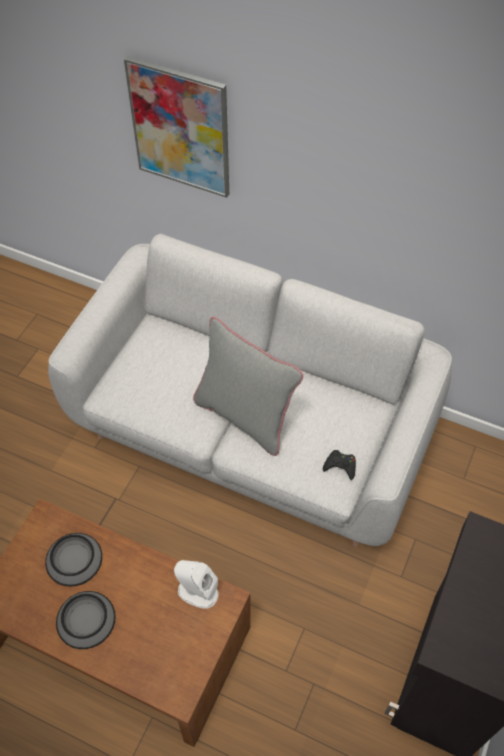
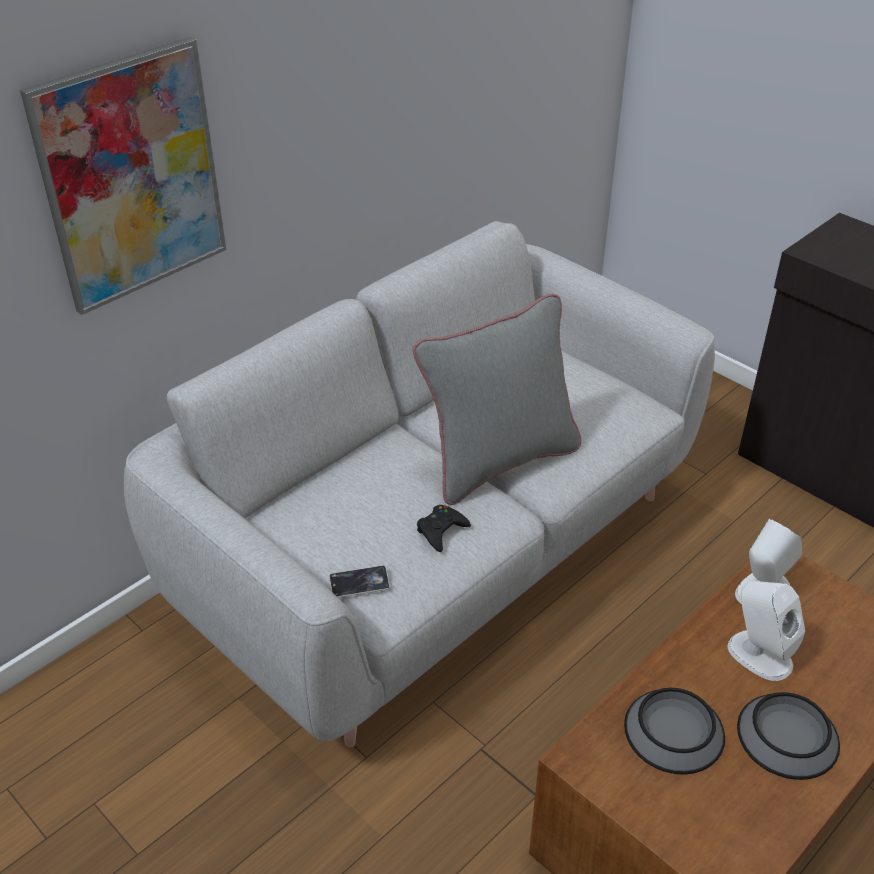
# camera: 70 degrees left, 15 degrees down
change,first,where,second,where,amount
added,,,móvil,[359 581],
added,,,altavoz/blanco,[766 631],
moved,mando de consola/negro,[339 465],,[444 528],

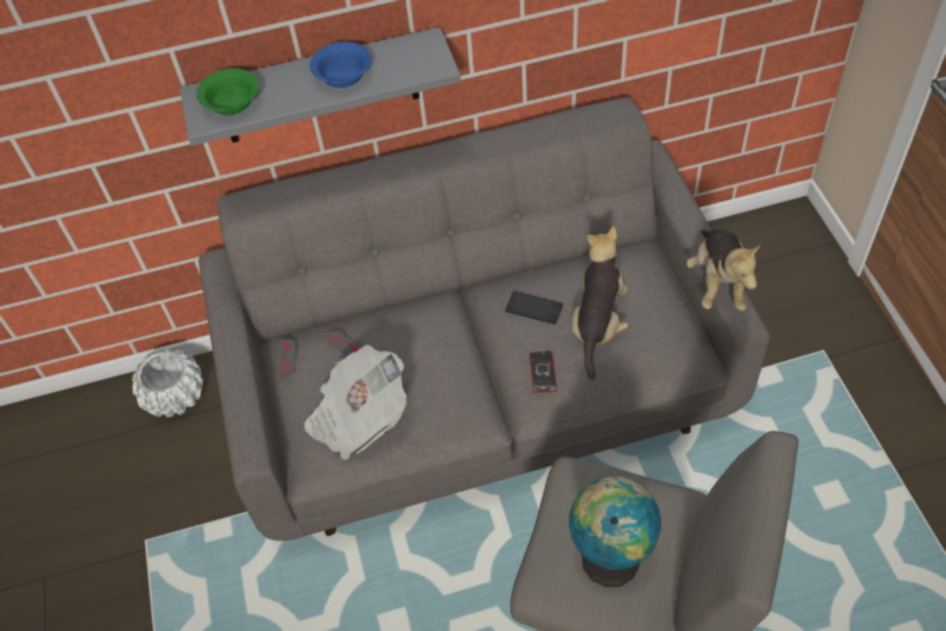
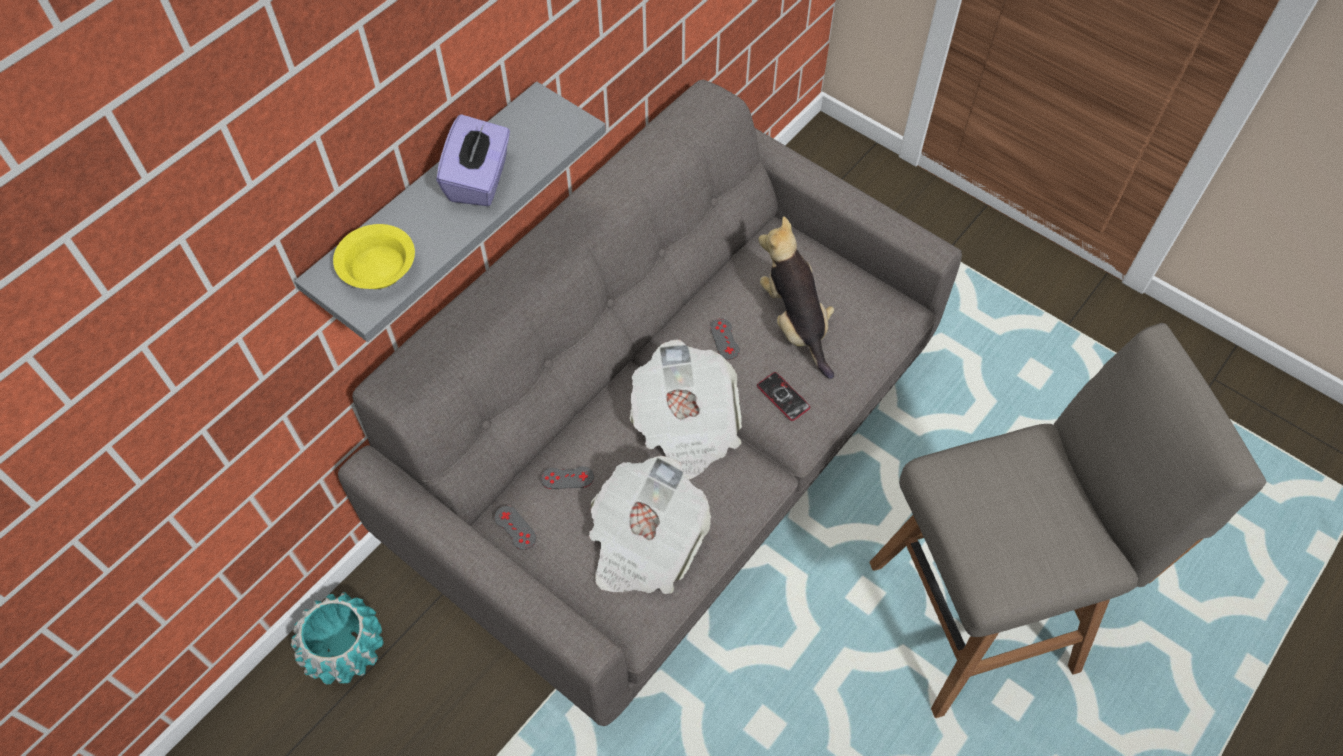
# camera: 40 degrees left, 5 degrees up
change,first,where,second,where,amount
removed,globo terráqueo,[615 532],,,
removed,peluche,[723 270],,,
added,,,periódico,[686 409],
replaced,cuenco/azul,[340 65],caja de pañuelos/morado,[473 160],
replaced,móvil,[534 307],mando de consola/gris,[725 339],
recoloured,maceta/blanco,[167 383],maceta/turquesa,[337 638],
recoloured,cuenco/verde,[227 91],cuenco/amarillo,[374 256],

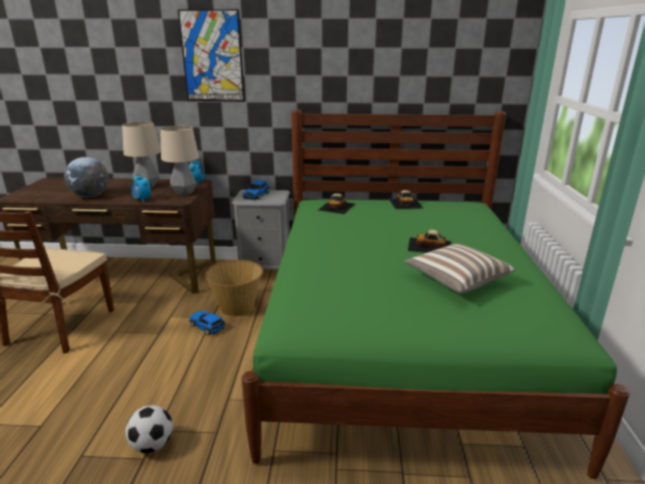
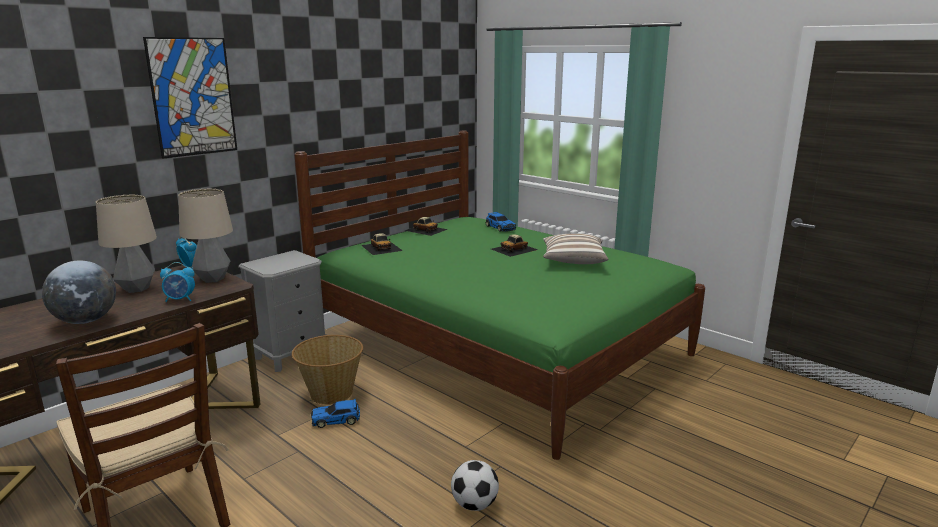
# camera: 50 degrees left, 5 degrees down
change,first,where,second,where,amount
moved,coche de juguete,[256 190],,[501 222],

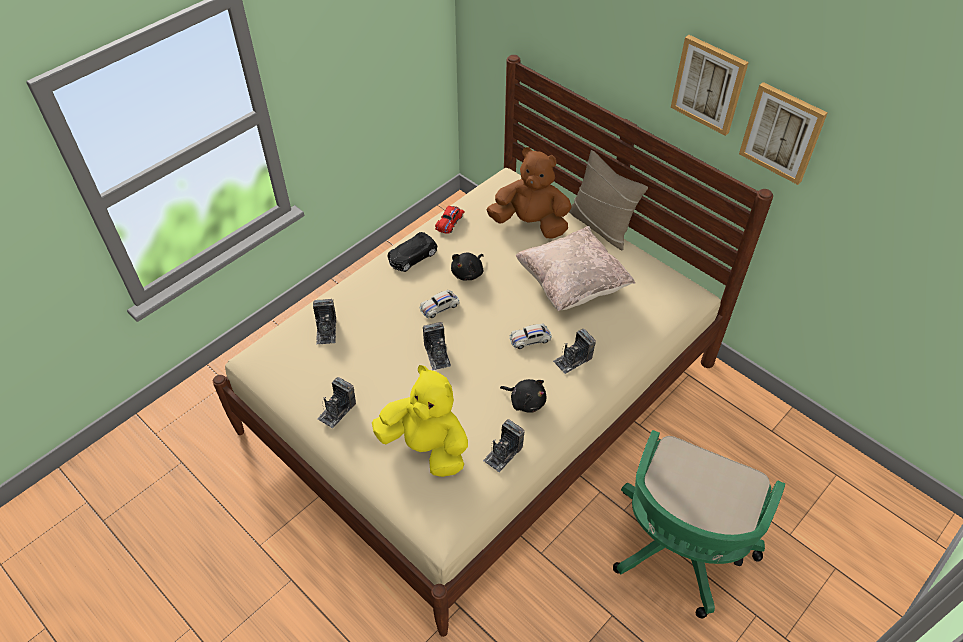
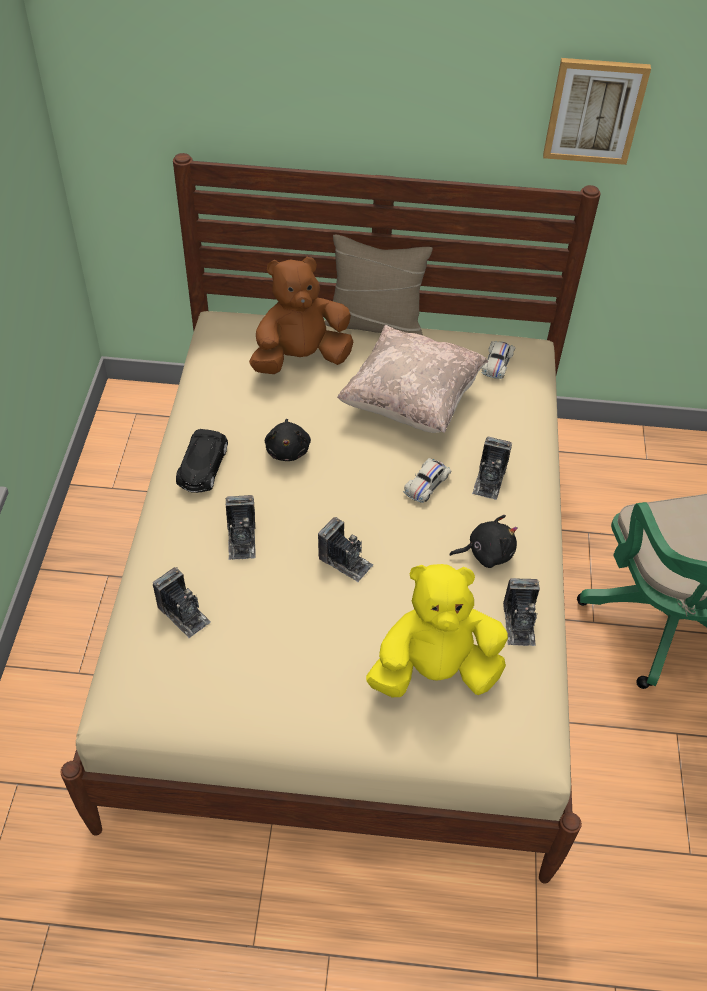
# camera: 40 degrees left, 0 degrees up
change,first,where,second,where,amount
removed,coche de juguete/rojo,[449 220],,,
removed,cuadro,[710 85],,,
moved,cámara,[336 402],,[241 527],
moved,coche de juguete/blanco,[439 304],,[498 360],

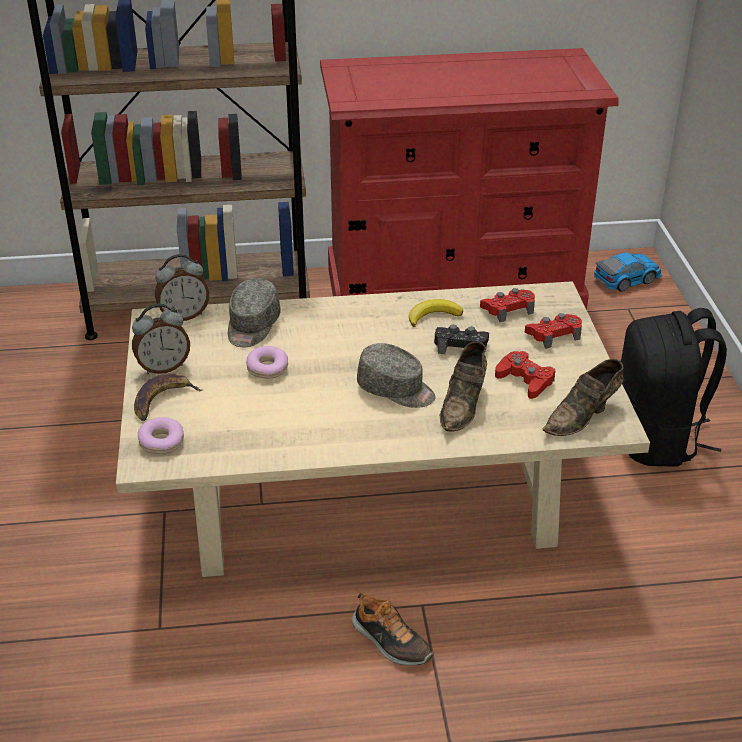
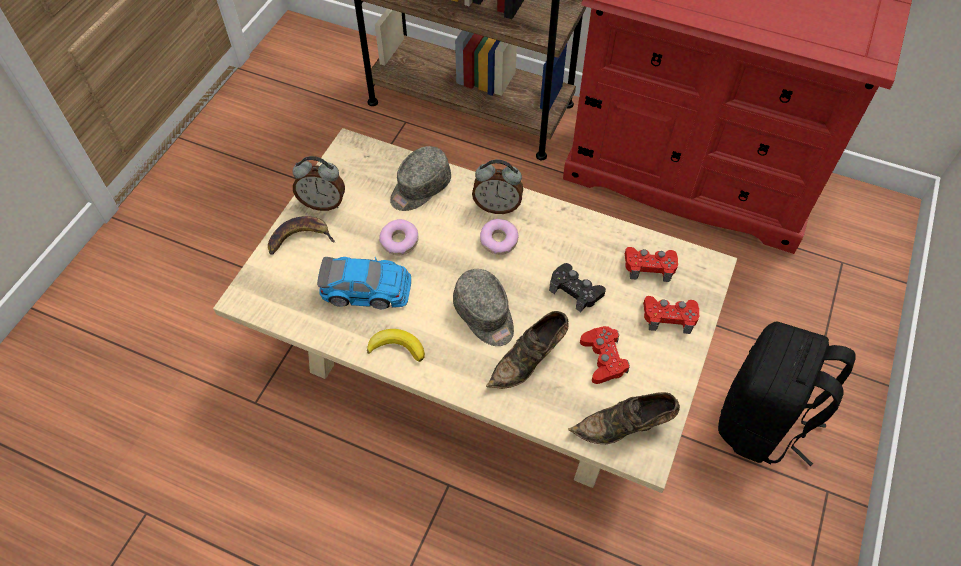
# camera: 30 degrees right, 20 degrees up
change,first,where,second,where,amount
removed,zapato,[392 629],,,
moved,rosquilla,[161 435],,[499 237],
moved,despertador,[182 287],,[497 187],
moved,plátano,[436 313],,[396 345],
moved,coche de juguete,[628 271],,[364 283],

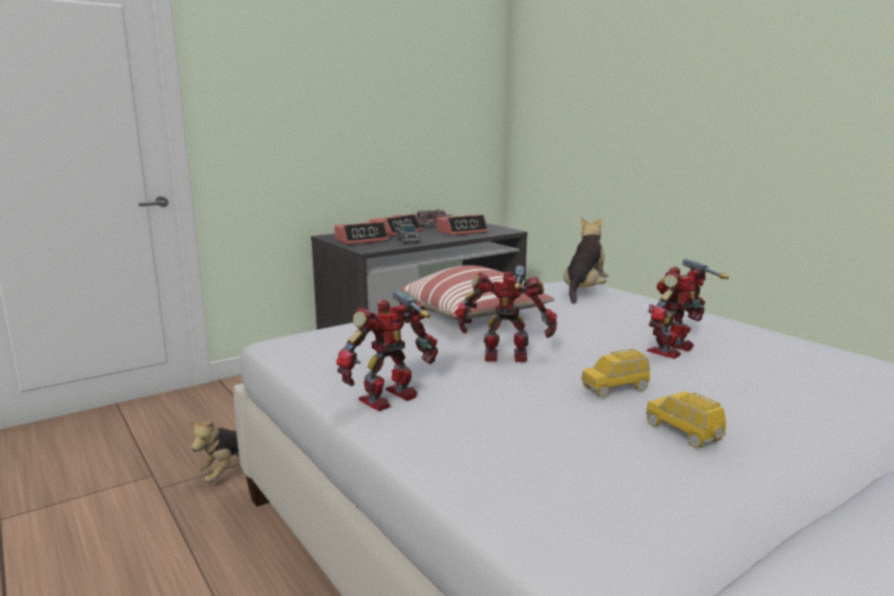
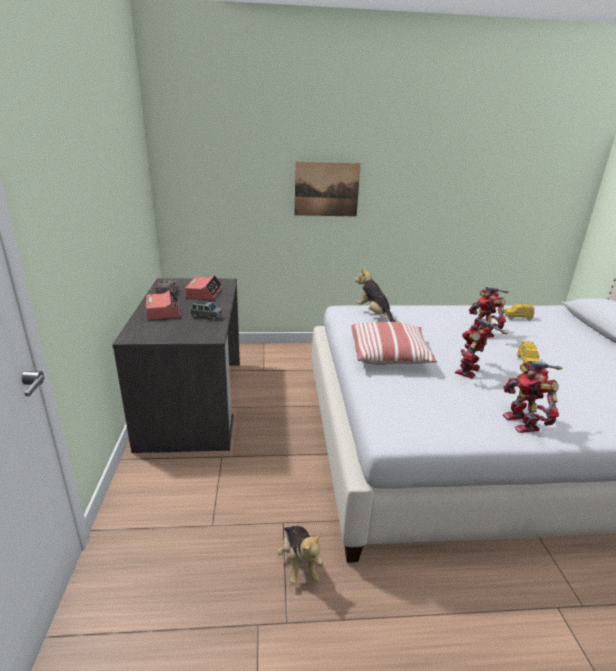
# camera: 60 degrees left, 10 degrees up
change,first,where,second,where,amount
removed,despertador,[361 233],,,
added,,,cuadro,[327 189],
moved,coche de juguete/amarillo,[686 419],,[519 312],

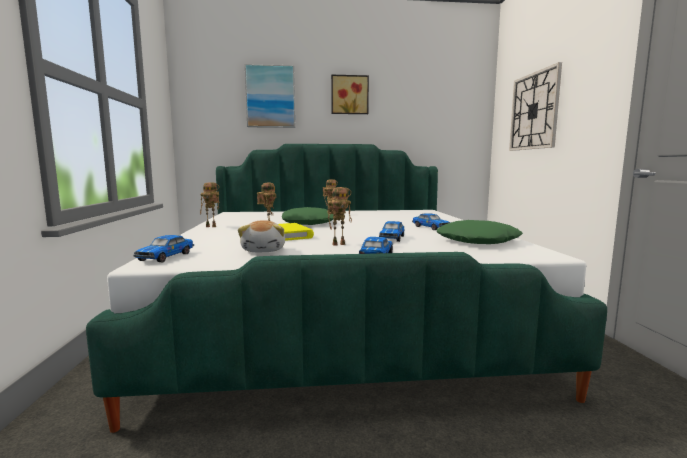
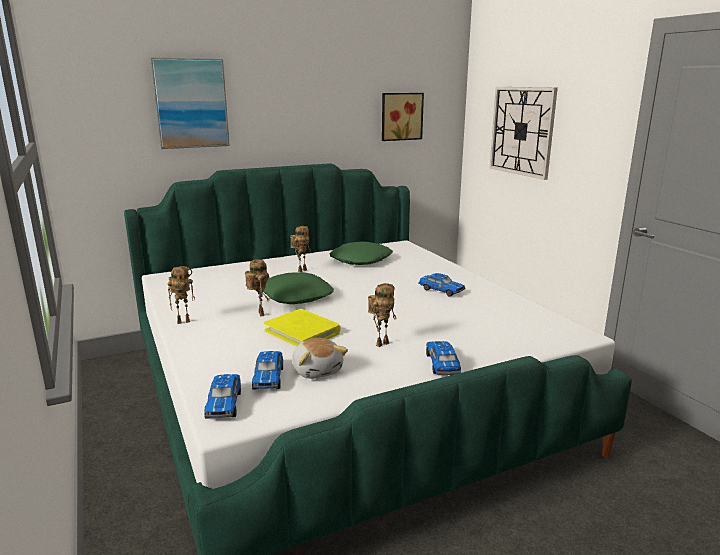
# camera: 20 degrees left, 10 degrees up
change,first,where,second,where,amount
moved,cuadro,[350 94],,[403 117],
moved,coche de juguete,[391 231],,[267 370],
moved,cojín/verde,[479 232],,[361 253],

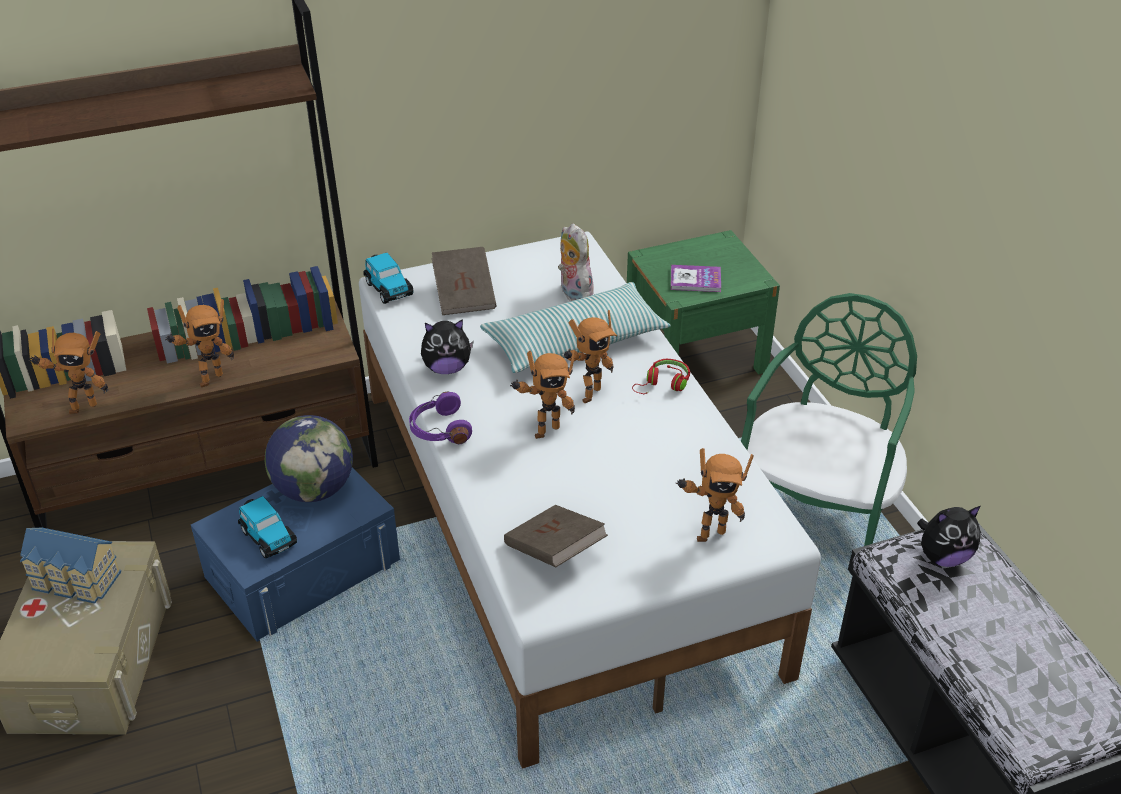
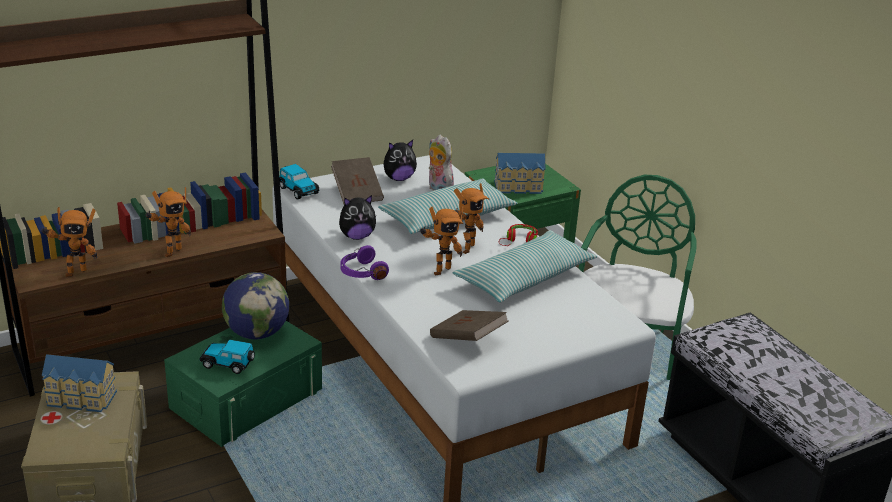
# camera: 10 degrees left, 10 degrees down
change,first,where,second,where,amount
removed,robot de juguete,[715 495],,,
added,,,cojín,[525 266],
moved,peluche,[949 536],,[400 160],
replaced,libro,[696 278],casita,[520 173],
recoloured,caja de almacenaje/azul,[295 555],caja de almacenaje/verde,[243 384],
turned,coche de juguete,[267 527],,[227 357],150 degrees clockwise

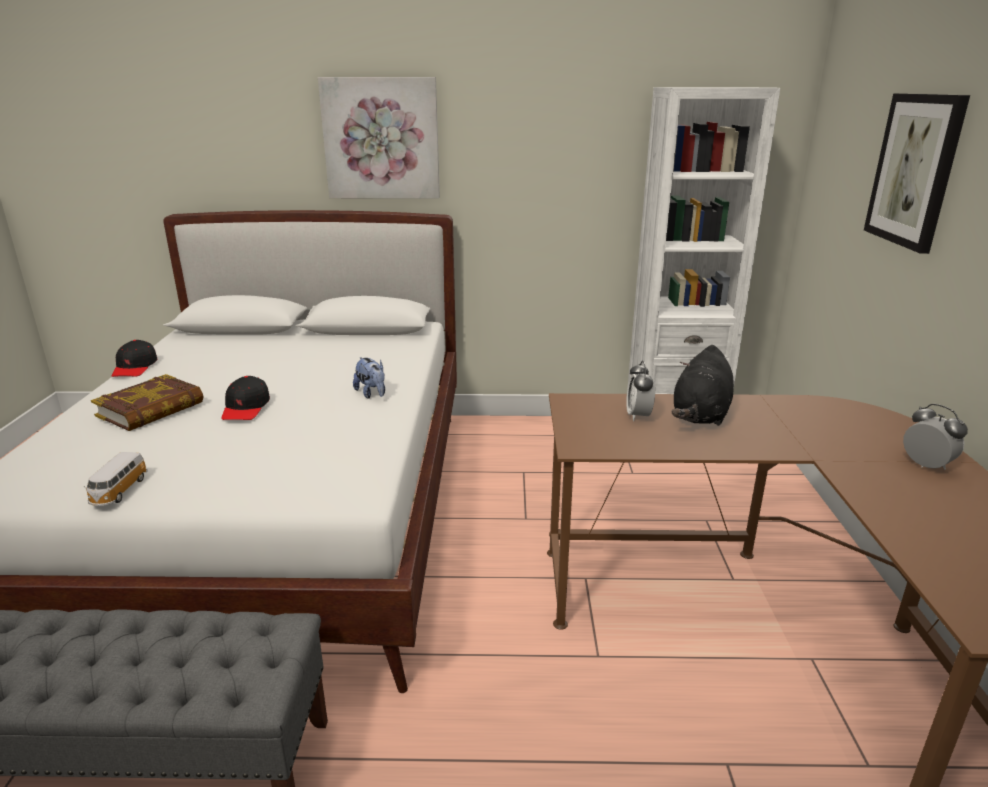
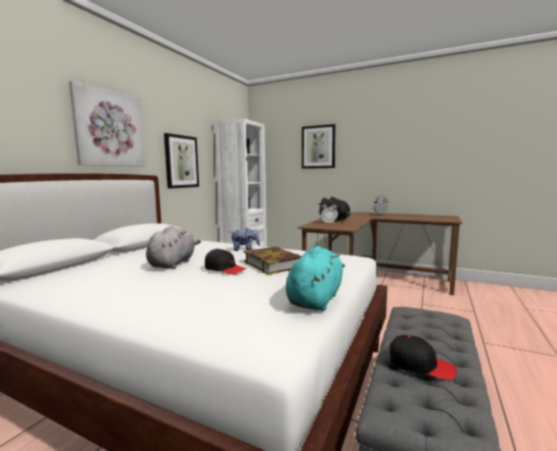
# camera: 65 degrees left, 15 degrees down
change,first,where,second,where,amount
added,,,peluche/gris,[173 247],
added,,,cuadro,[181 161],
moved,libro,[147 402],,[272 261],
moved,gorra/negro,[134 358],,[423 357],
replaced,coche de juguete,[116 479],peluche/turquesa,[315 278],

